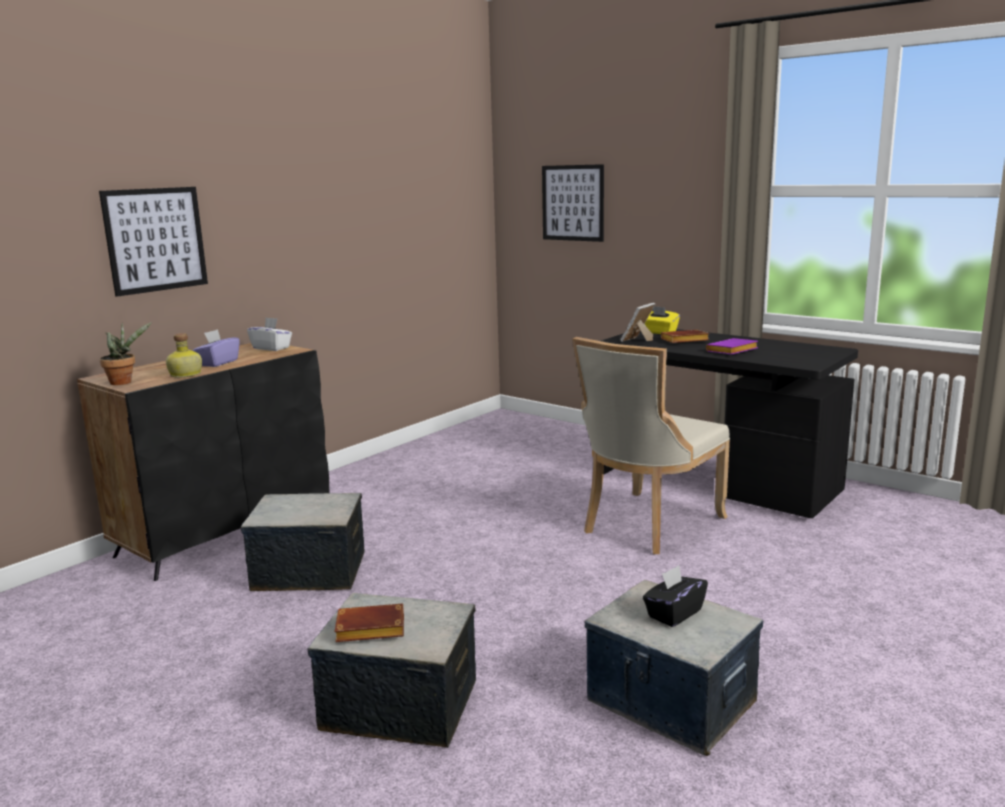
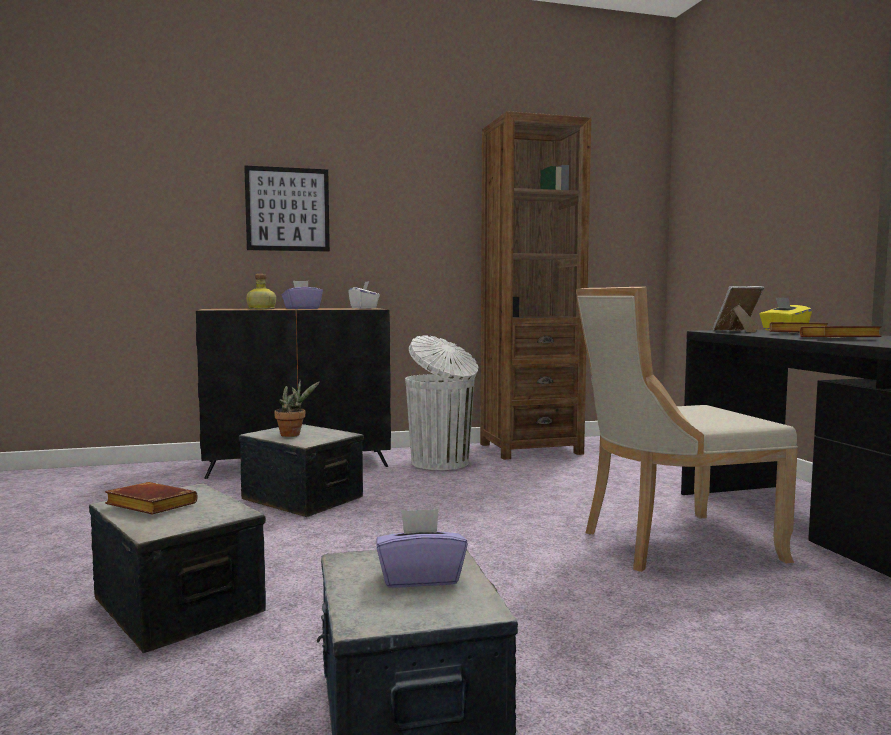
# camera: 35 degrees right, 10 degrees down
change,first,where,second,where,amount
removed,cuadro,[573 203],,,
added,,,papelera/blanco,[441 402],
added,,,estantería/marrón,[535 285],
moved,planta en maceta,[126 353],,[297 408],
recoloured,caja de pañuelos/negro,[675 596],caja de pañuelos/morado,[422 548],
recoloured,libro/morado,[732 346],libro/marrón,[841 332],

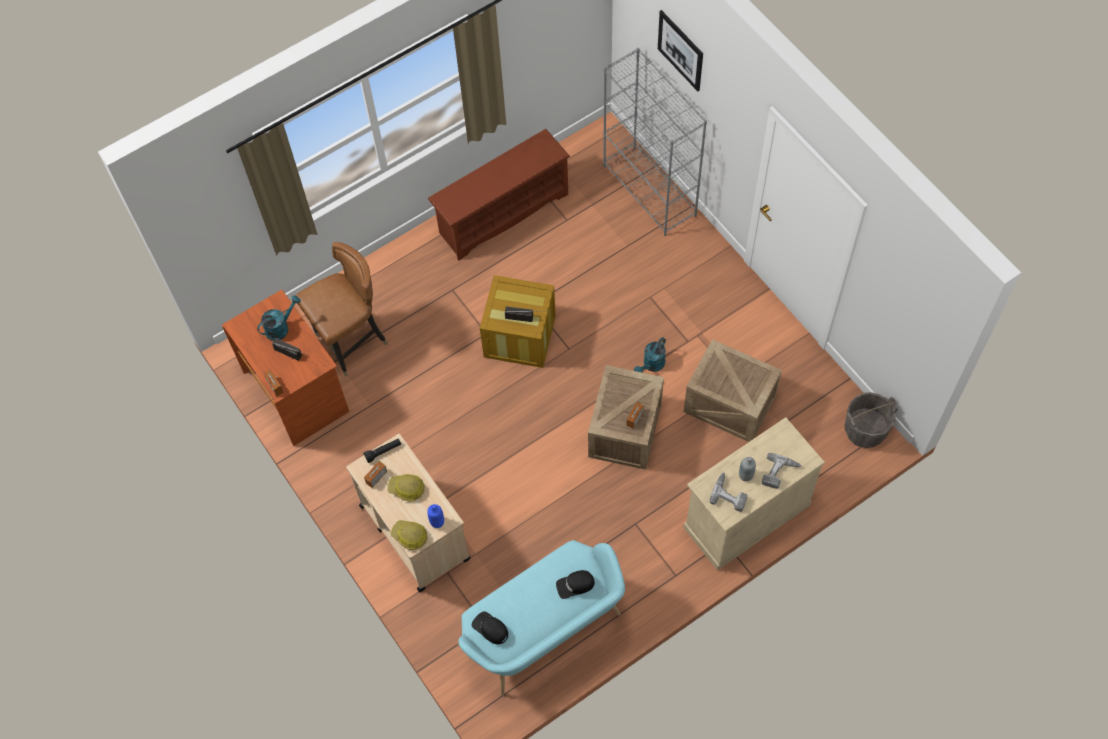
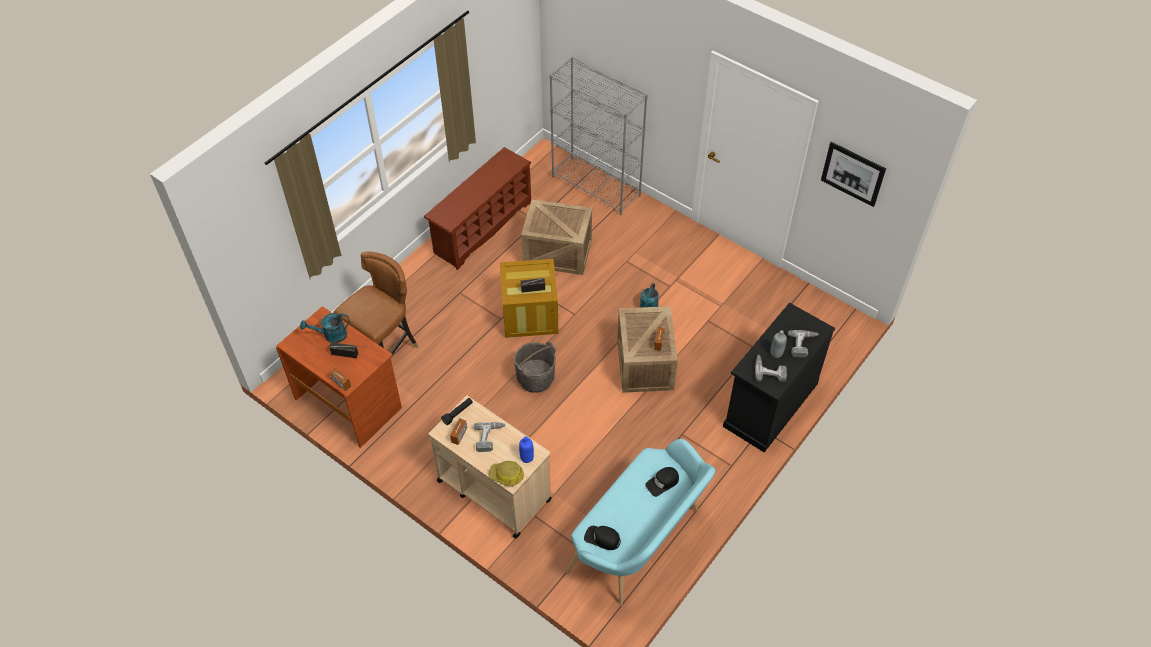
# camera: 20 degrees left, 10 degrees down
change,first,where,second,where,amount
moved,cuadro,[680 50],,[853 174],
moved,caja de embalaje,[733 390],,[556 237],
moved,cubo/gris,[871 420],,[535 367],
replaced,casco,[406 488],taladro,[489 437],
recoloured,armario/beis,[754 493],armario/negro,[779 378],
turned,regadera/turquesa,[279 318],,[324 328],135 degrees counterclockwise

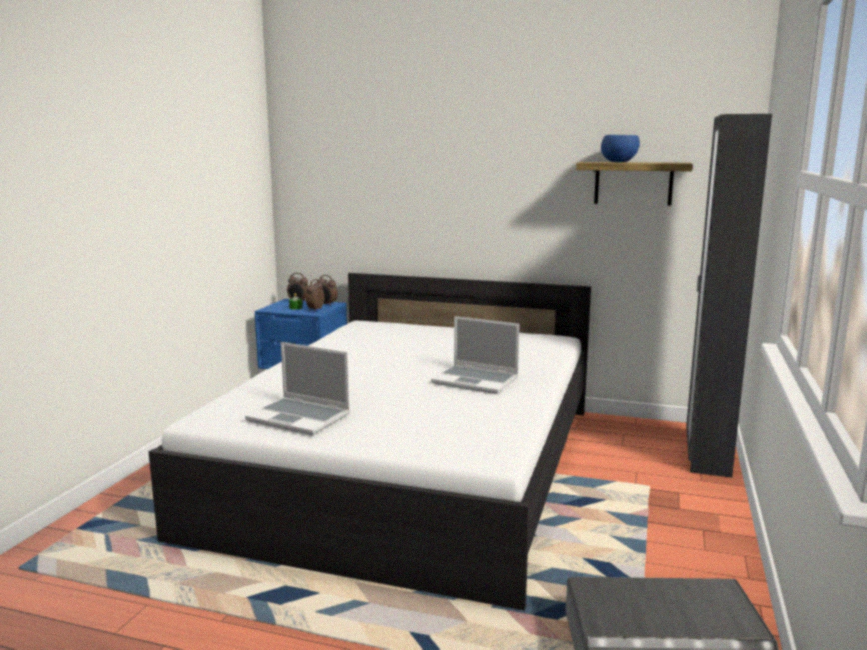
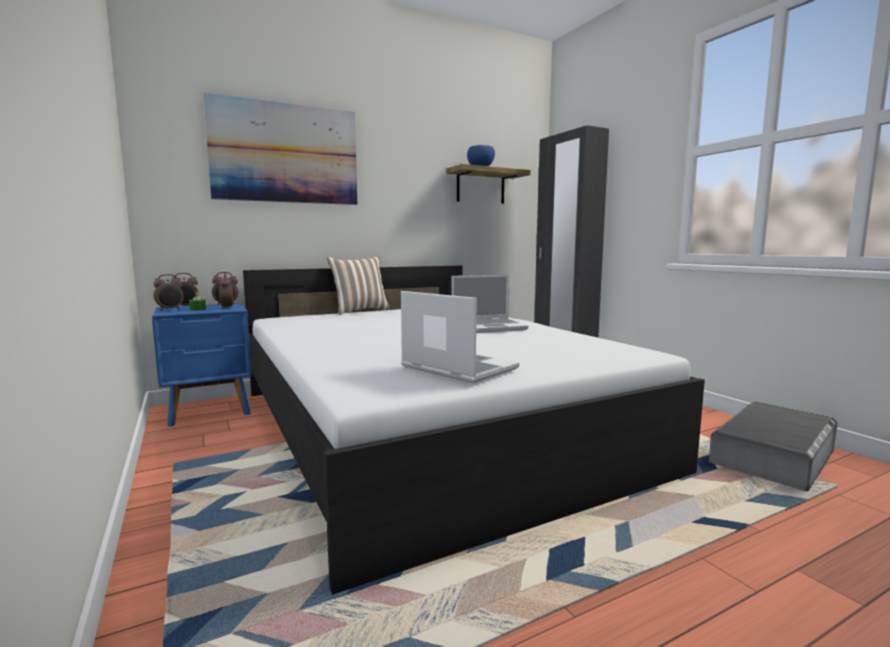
# camera: 45 degrees left, 5 degrees down
change,first,where,second,where,amount
added,,,despertador,[168 292],
added,,,cuadro,[280 148],
added,,,cojín,[358 285],
turned,portátil,[297 388],,[460 337],120 degrees counterclockwise

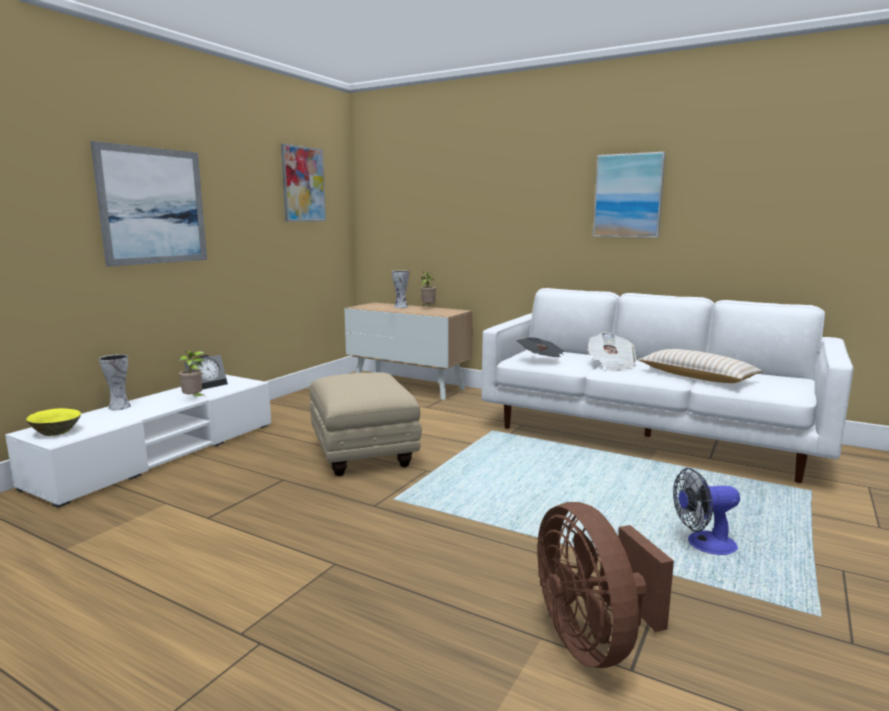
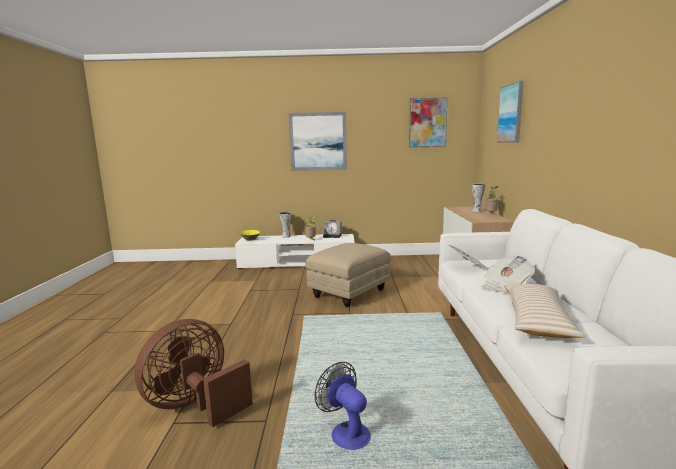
# camera: 60 degrees right, 0 degrees up
change,first,where,second,where,amount
moved,cuadro,[629 195],,[510 112],

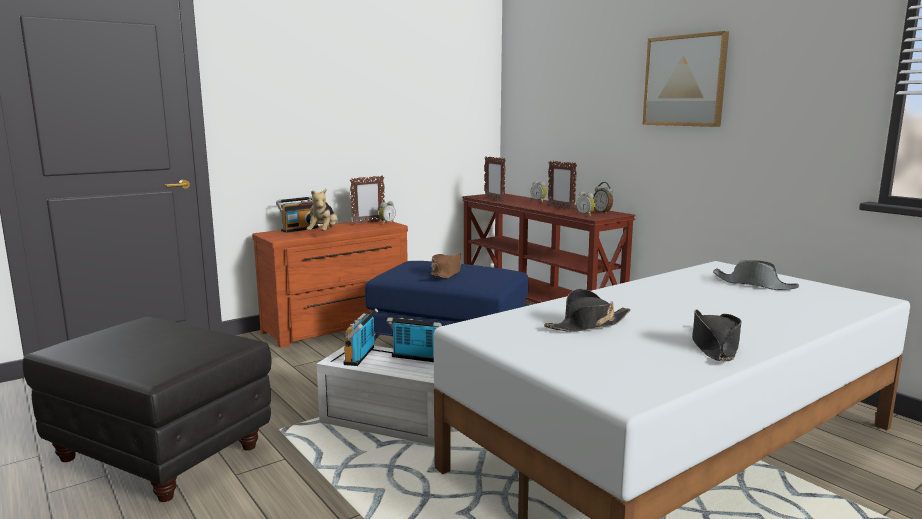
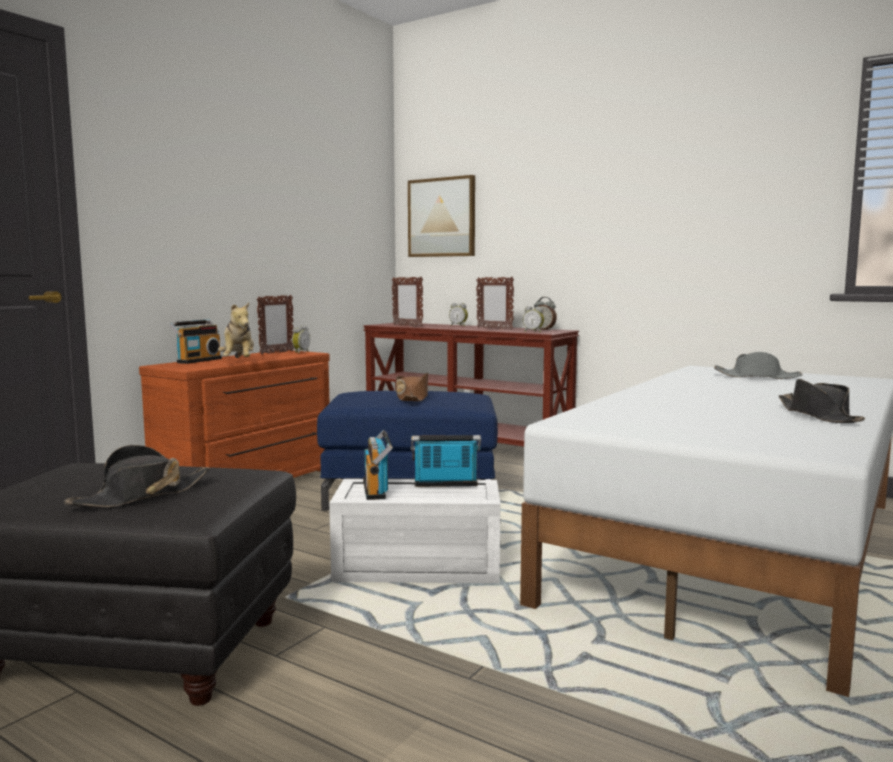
# camera: 20 degrees left, 5 degrees down
change,first,where,second,where,amount
moved,sombrero/negro,[587 310],,[137 476],
moved,cuadro,[685 79],,[441 216],

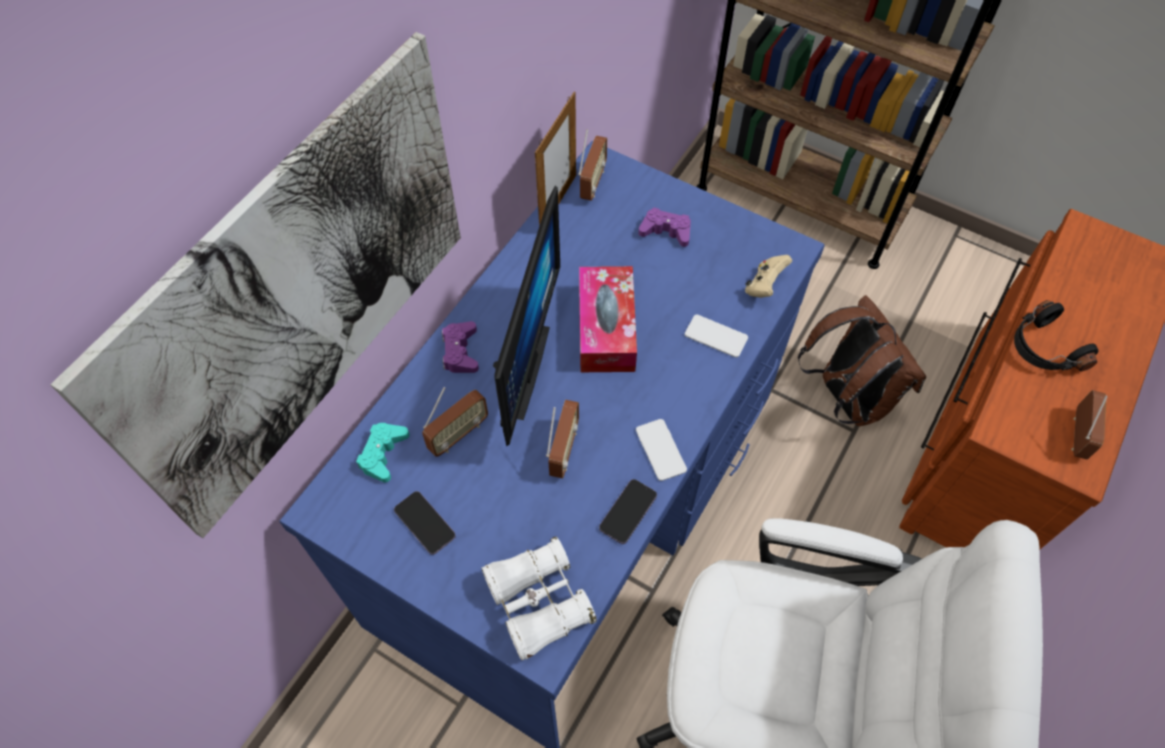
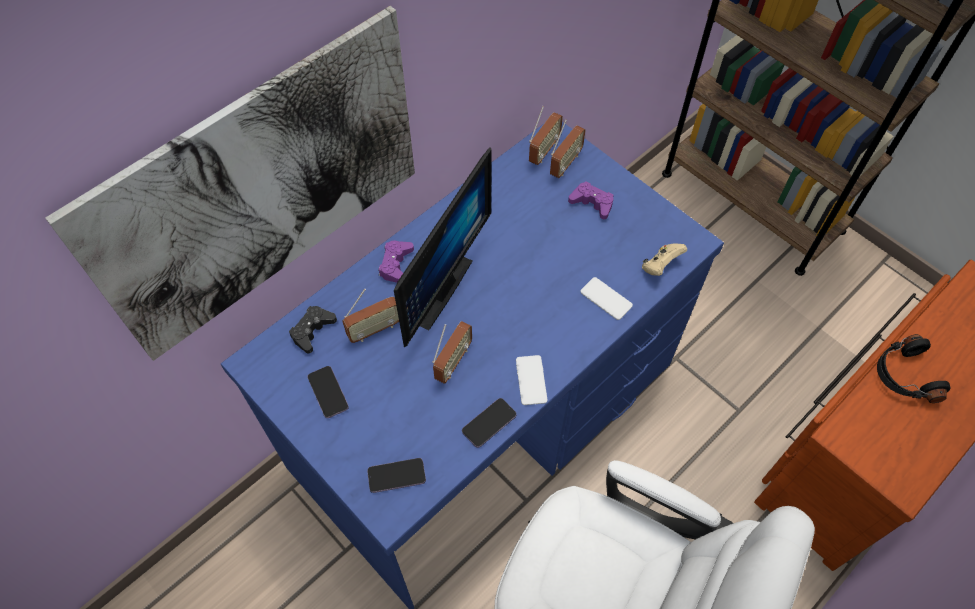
# camera: 15 degrees right, 0 degrees up
change,first,where,second,where,amount
removed,portarretratos,[555 159],,,
removed,caja de pañuelos,[608 319],,,
removed,mochila/marrón,[862 360],,,
moved,radio,[1089 425],,[567 148],
replaced,prismáticos/blanco,[539 599],móvil,[396 475],
recoloured,mando de consola/turquesa,[382 452],mando de consola/negro,[313 330],

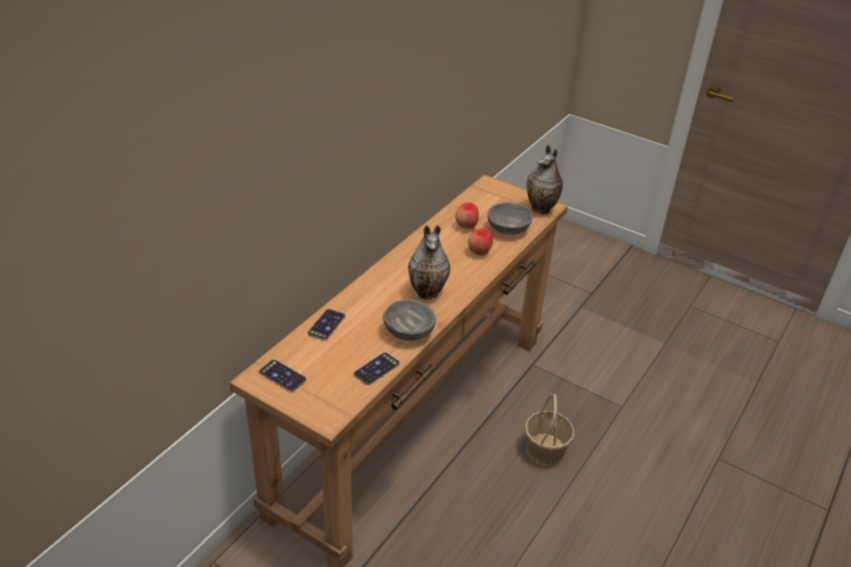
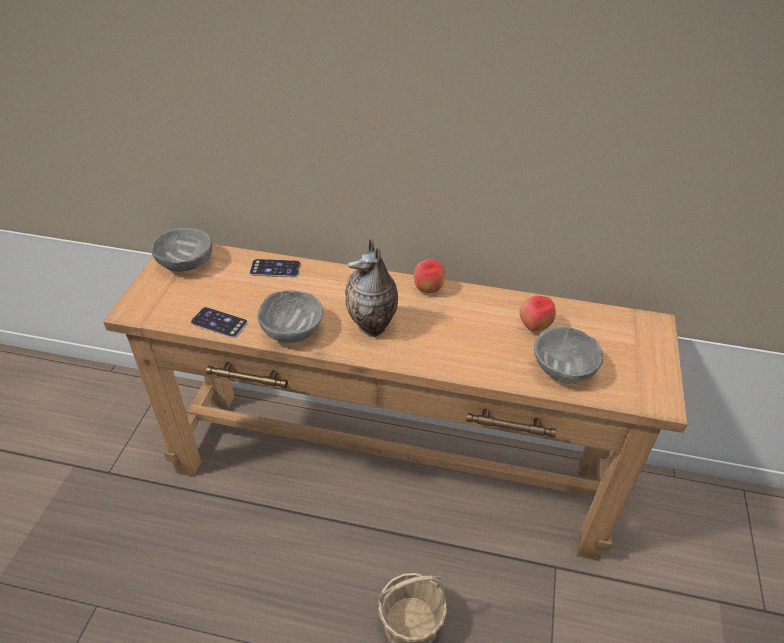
# camera: 70 degrees right, 5 degrees up
change,first,where,second,where,amount
removed,florero,[544 180],,,
moved,manzana,[480 242],,[429 276],
replaced,móvil,[282 376],cuenco/gris,[181 250],

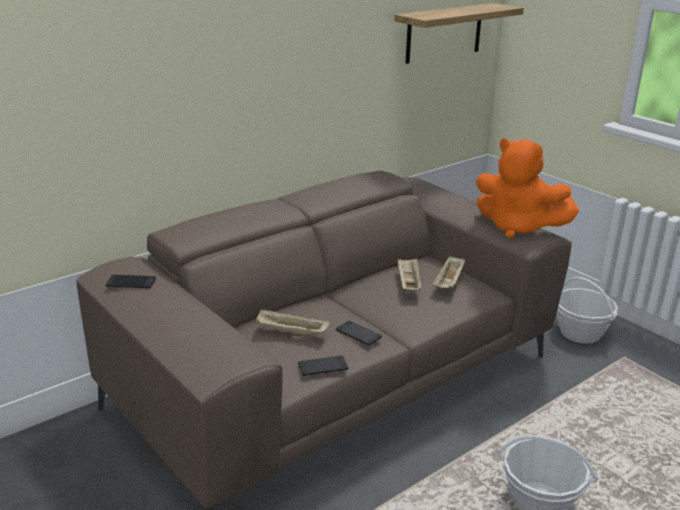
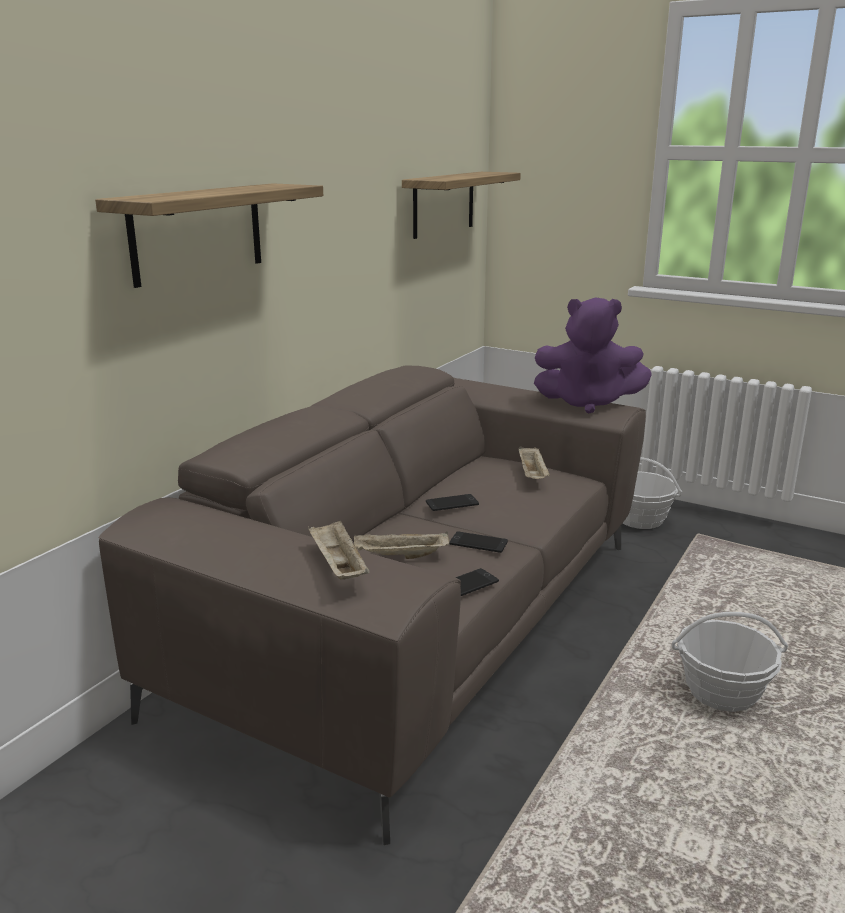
# camera: 20 degrees left, 5 degrees down
change,first,where,second,where,amount
added,,,estante,[209 235],
moved,móvil,[131 281],,[452 502],
moved,bandeja/beis,[410 274],,[339 550],
recoloured,peluche/naranja,[527 188],peluche/morado,[593 355],

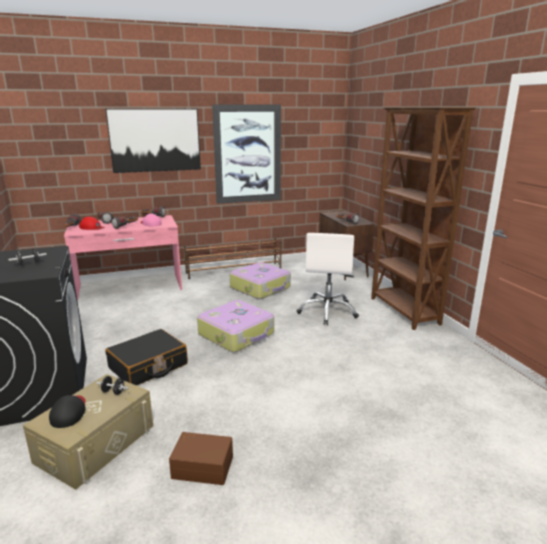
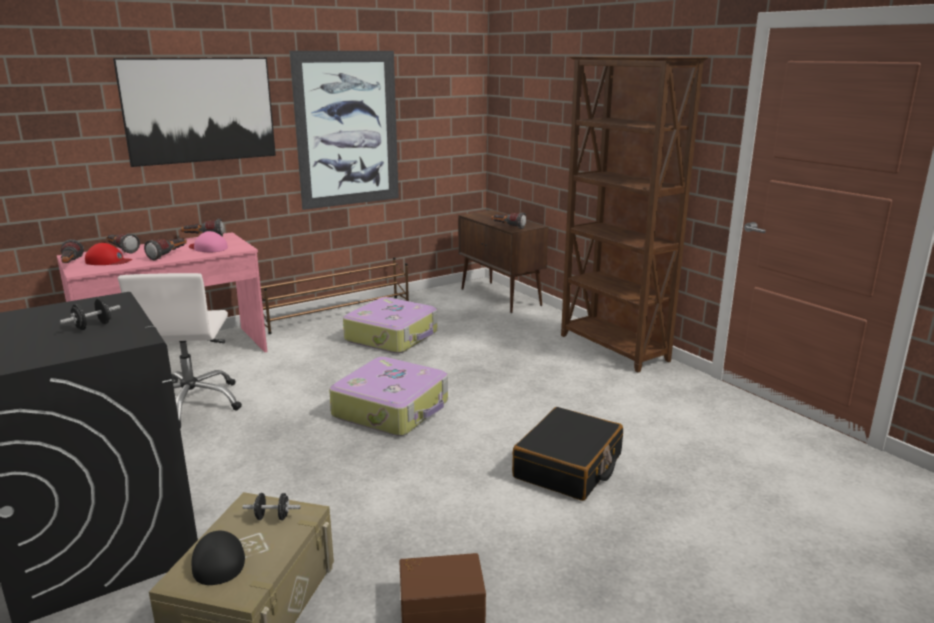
# camera: 15 degrees left, 0 degrees up
change,first,where,second,where,amount
moved,maleta/negro,[146 357],,[567 454],
moved,silla de oficina/blanco,[328 279],,[180 351],

